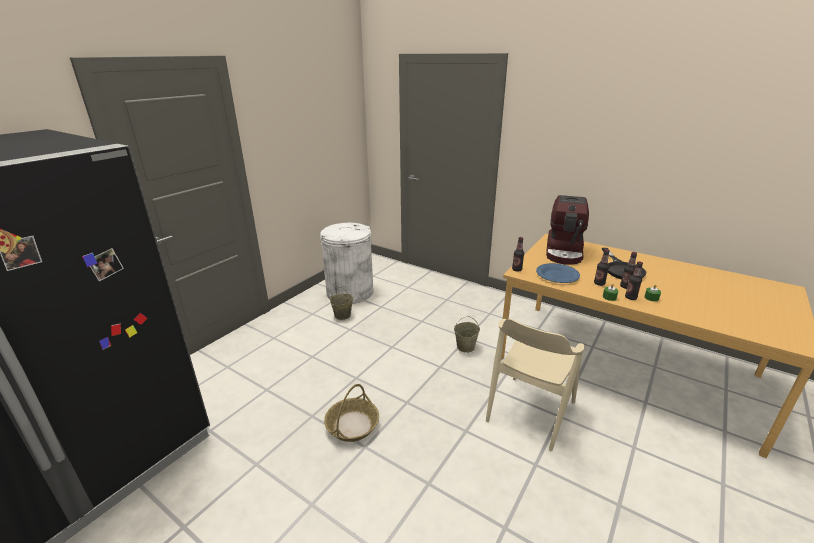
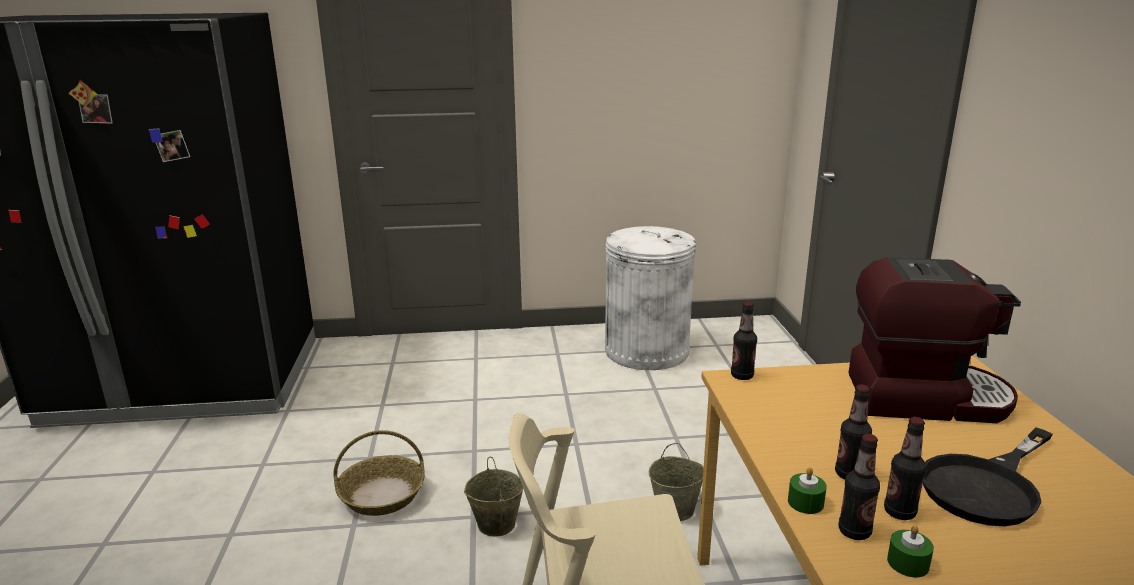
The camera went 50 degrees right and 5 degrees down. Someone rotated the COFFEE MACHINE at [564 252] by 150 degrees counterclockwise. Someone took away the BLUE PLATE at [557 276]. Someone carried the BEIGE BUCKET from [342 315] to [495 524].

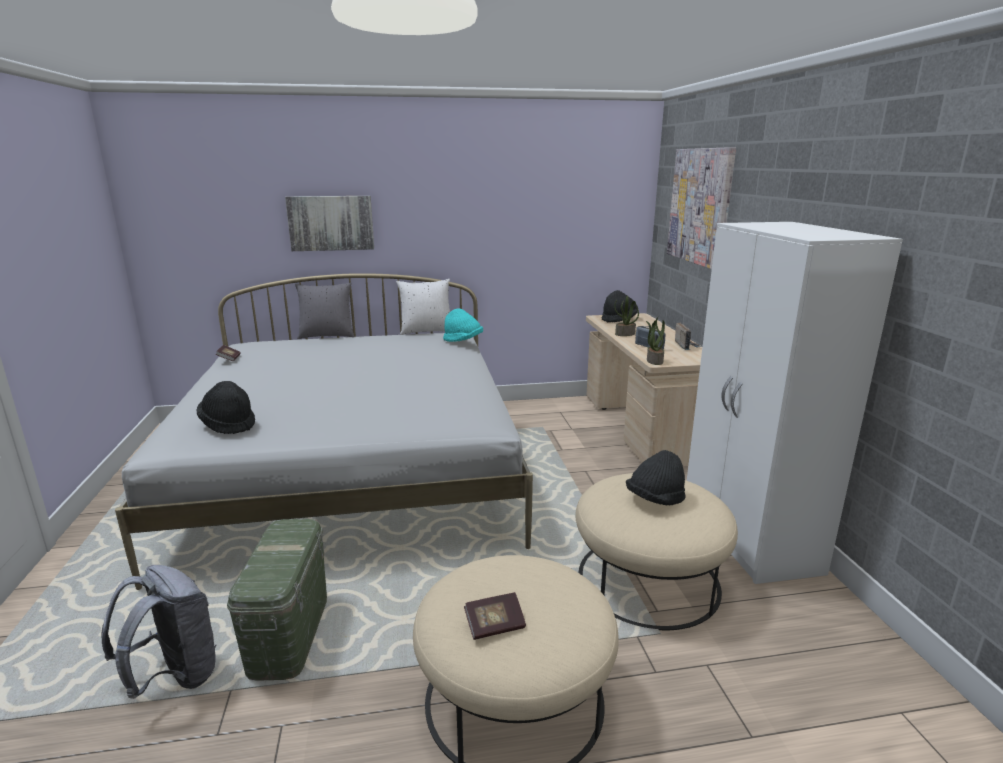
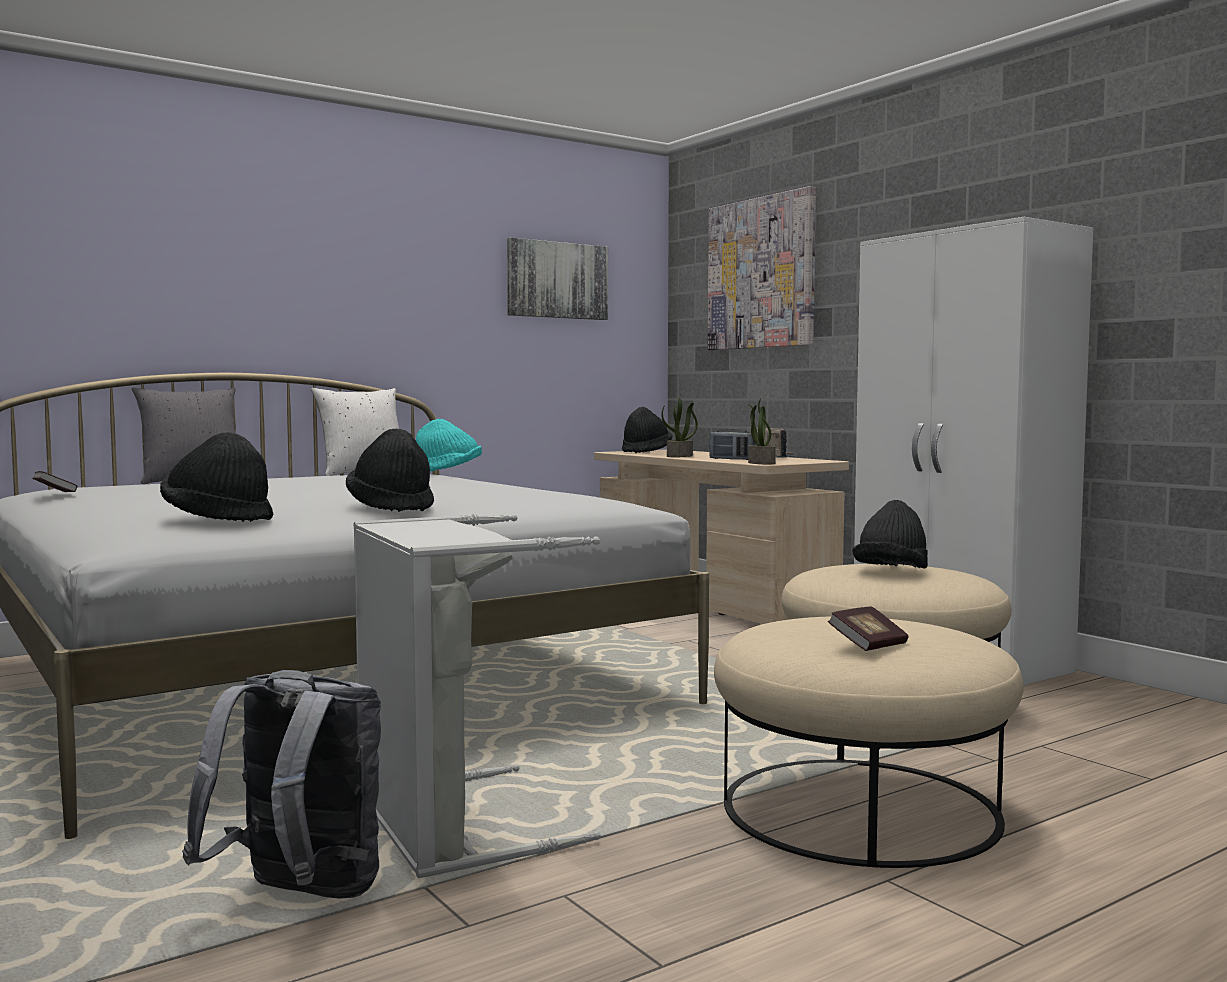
The camera went 25 degrees left and 15 degrees down. Someone carried the PICTURE from [331 223] to [557 280]. Someone swapped the GREEN STORAGE BOX at [289 633] for the GREY LAUNDRY BASKET at [445 825]. Someone put down the BLACK HAT at [392 508].

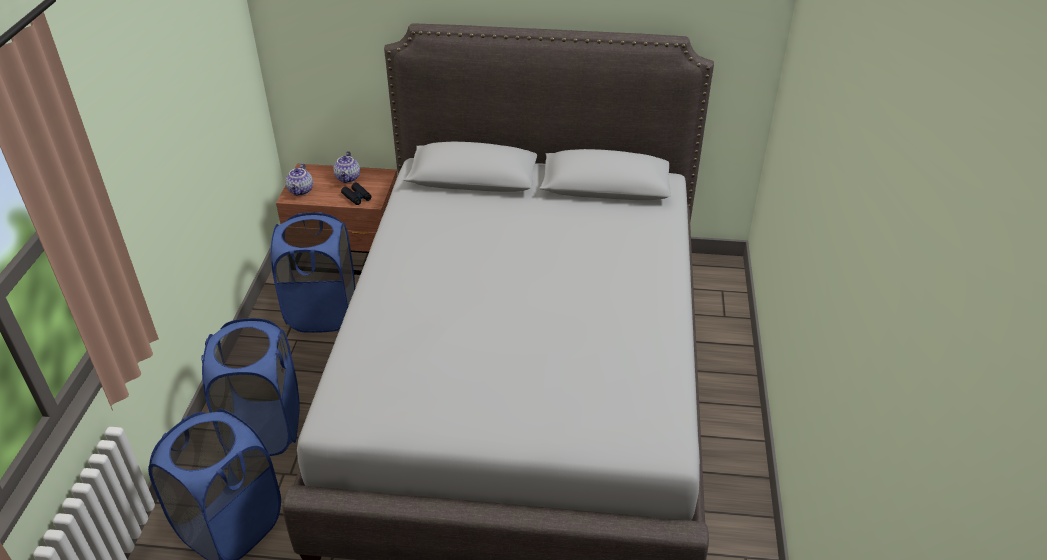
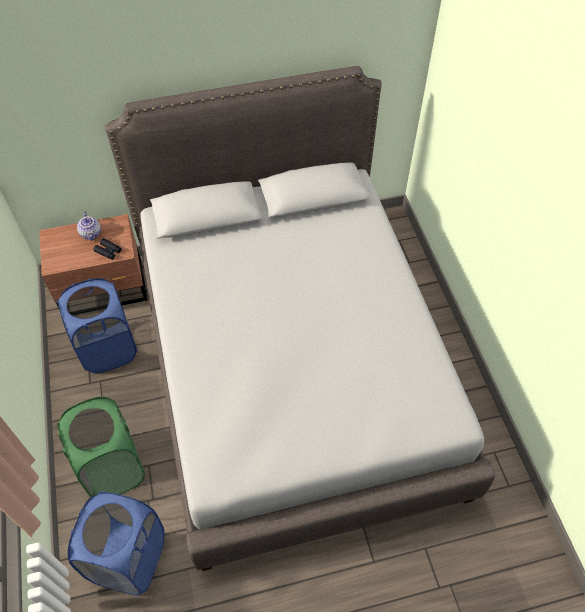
The camera went 20 degrees left and 15 degrees up. Someone took away the TEAPOT at [301 191]. Someone repainted the BLUE LAUNDRY BASKET at [264 429], which became the GREEN LAUNDRY BASKET at [113 468].

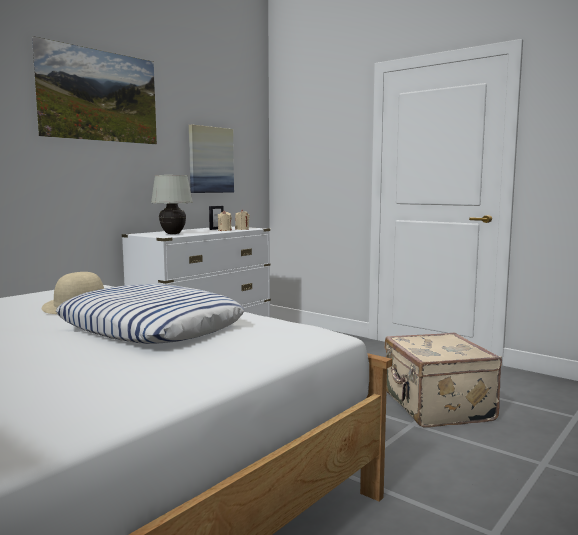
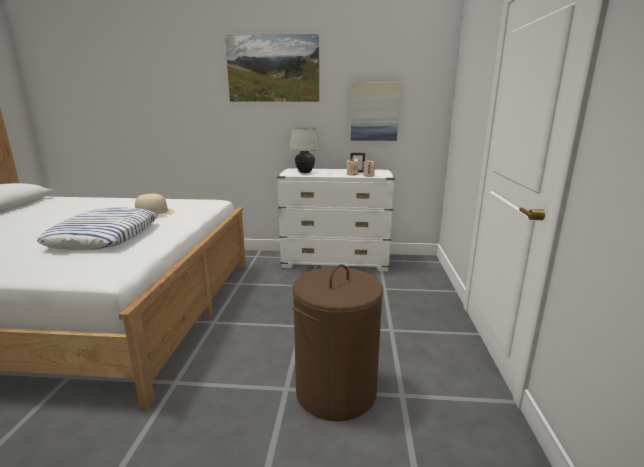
The camera went 55 degrees right and 10 degrees up. Someone swapped the BEIGE SUITCASE at [436 407] for the BROWN LAUNDRY BASKET at [336 391].

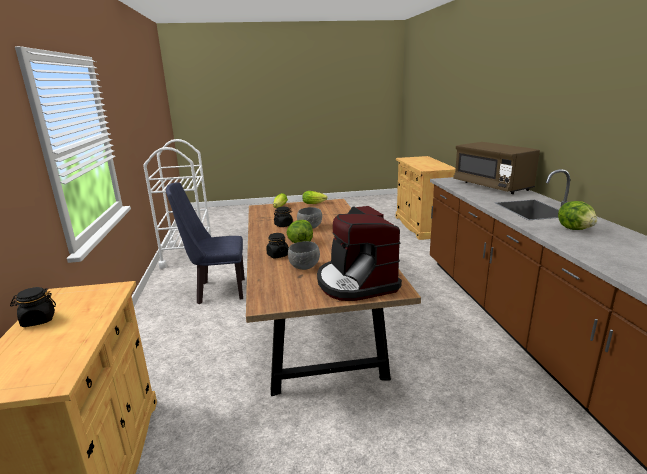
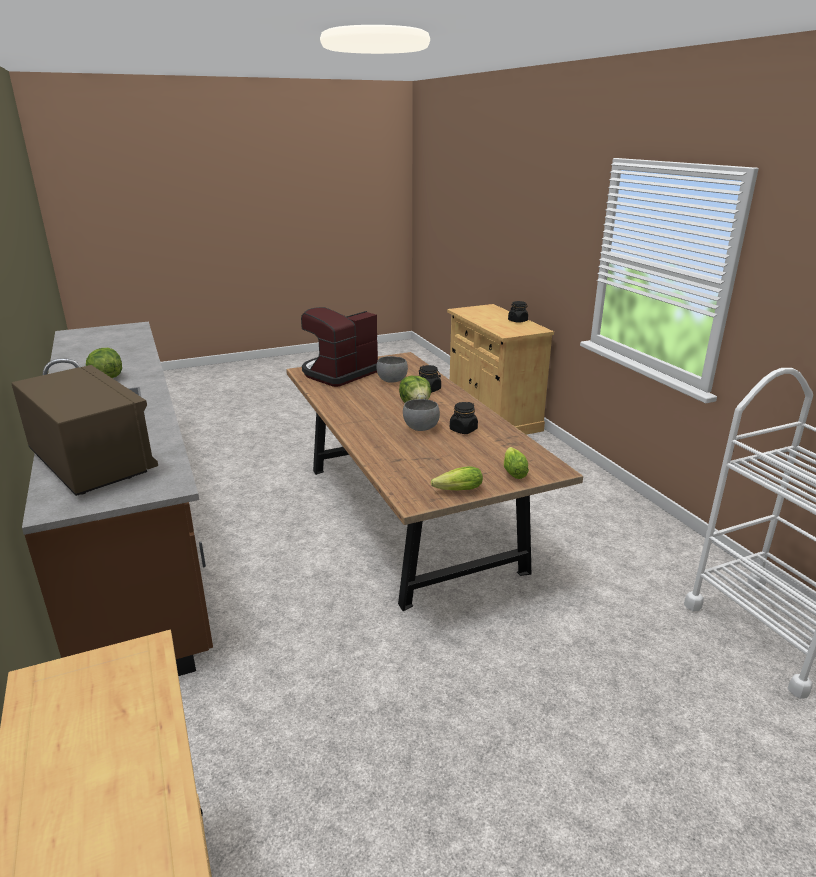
The camera went 165 degrees right and 5 degrees up. Someone took away the BLUE CHAIR at [216 291]. Someone rotated the COFFEE MACHINE at [356 282] by 105 degrees counterclockwise.

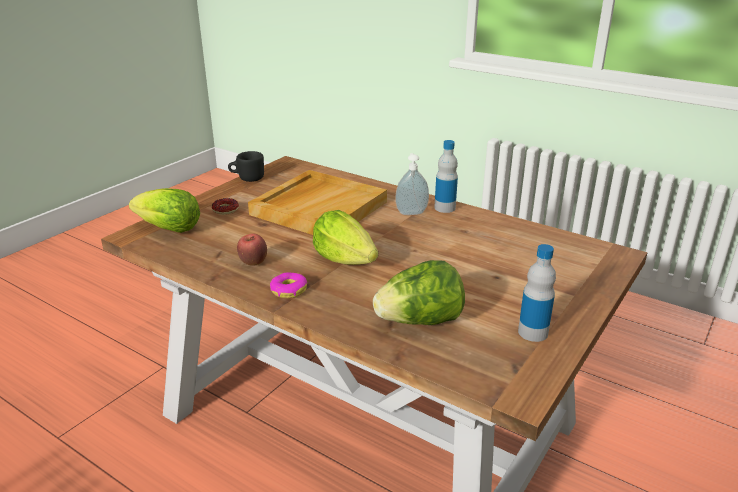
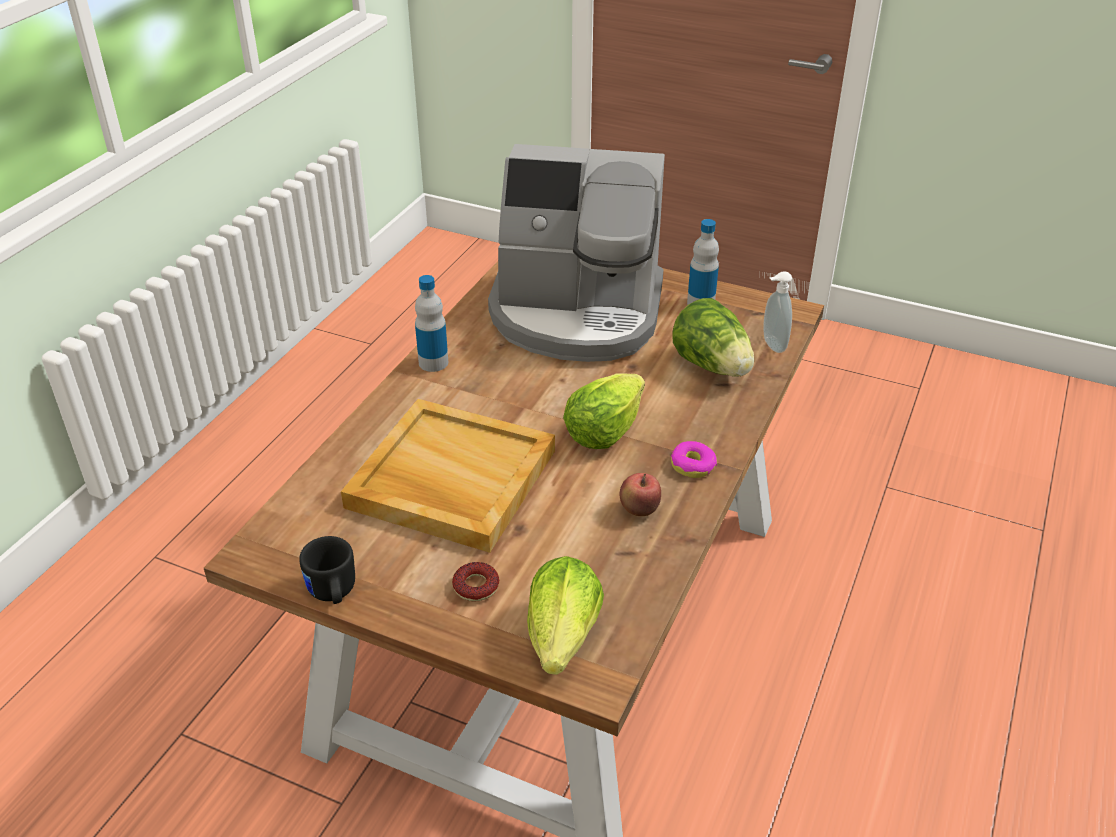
The camera went 100 degrees left and 10 degrees up. Someone carried the SOAP DISPENSER from [411 212] to [772 345]. Someone put down the COFFEE MACHINE at [577 314].

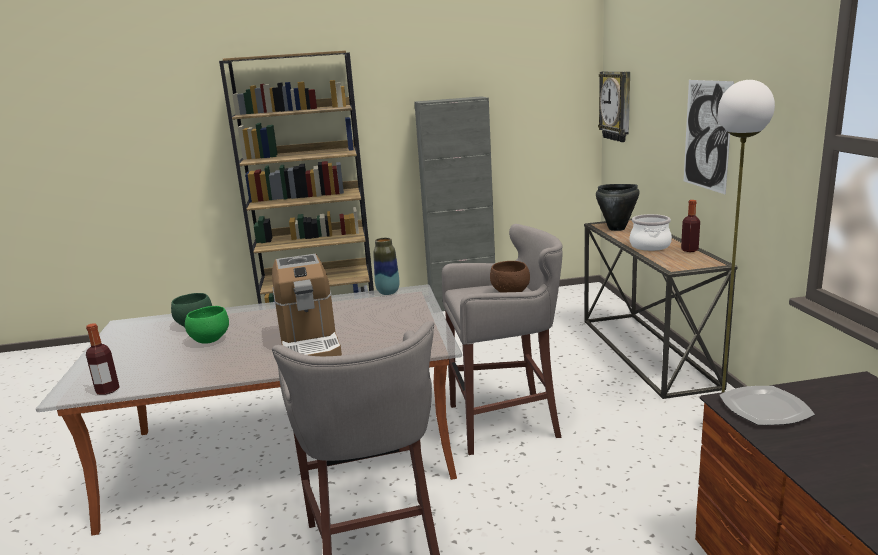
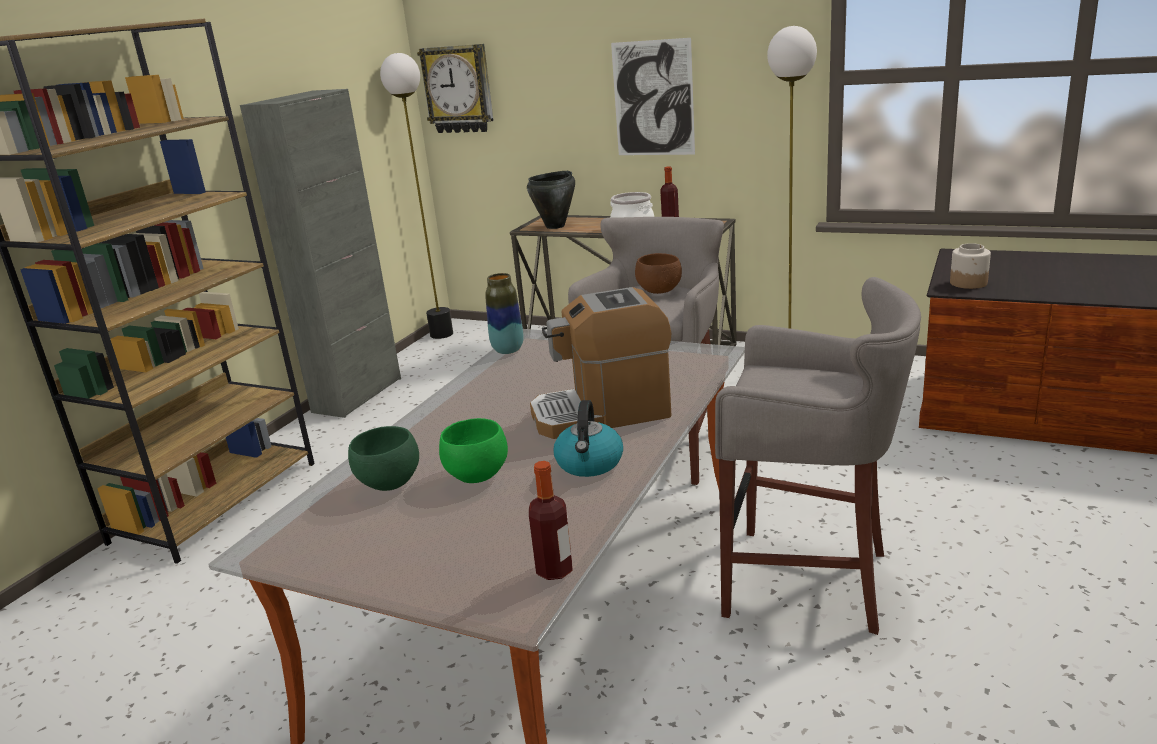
The camera went 55 degrees left and 5 degrees up. Someone rotated the COFFEE MACHINE at [309 344] by 150 degrees clockwise. Someone swapped the PLATE at [766 408] for the JAR at [968 283]. Someone put down the FLOOR LAMP at [441 334]. Someone put down the KETTLE at [589 464].

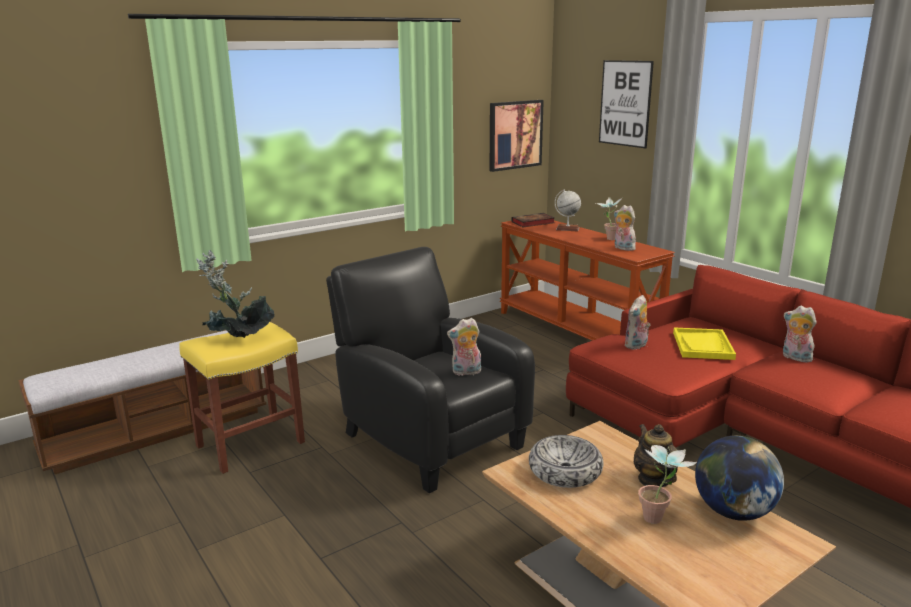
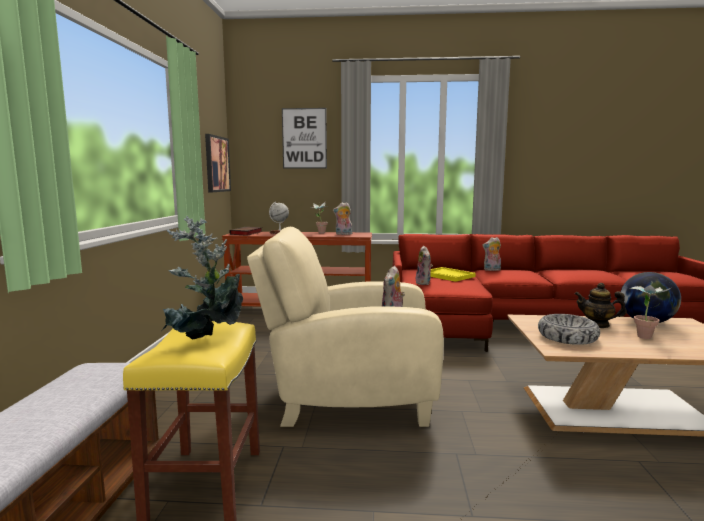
The camera went 50 degrees left and 10 degrees down. Someone repainted the BLACK ARMCHAIR at [428 437], which became the BEIGE ARMCHAIR at [348 397].

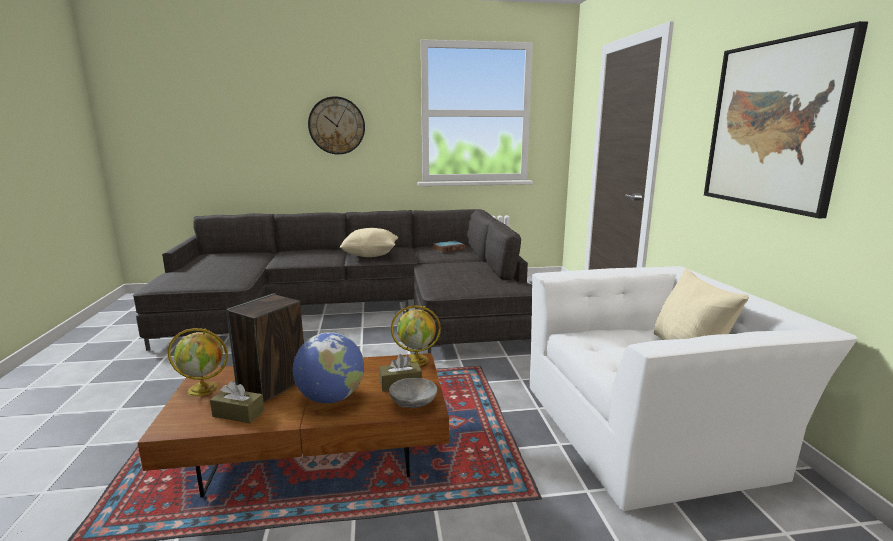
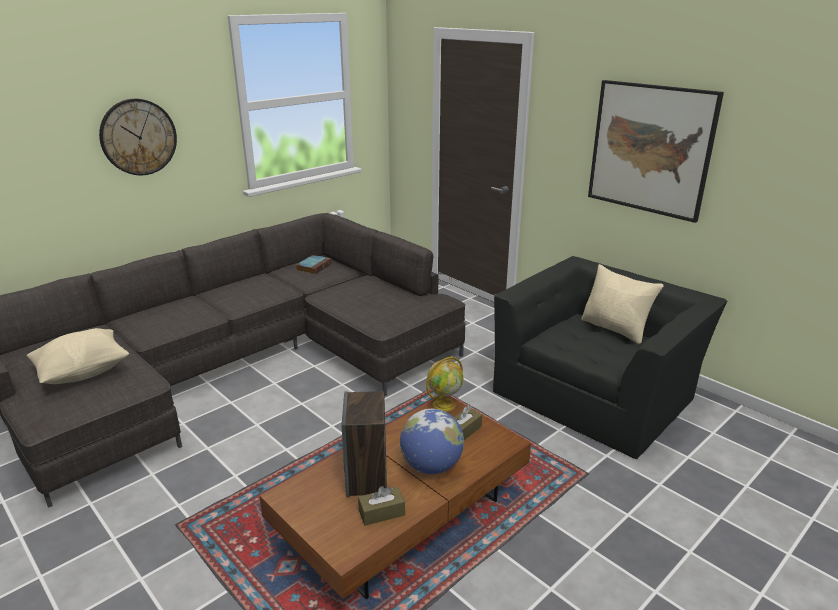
The camera went 35 degrees left and 10 degrees up. Someone carried the BEIGE PILLOW from [370 255] to [83 372]. Someone repainted the WHITE ARMCHAIR at [651 426], which became the BLACK ARMCHAIR at [596 392]. Someone took away the GLOBE at [204 389]. Someone took away the GREY BOWL at [414 405].

